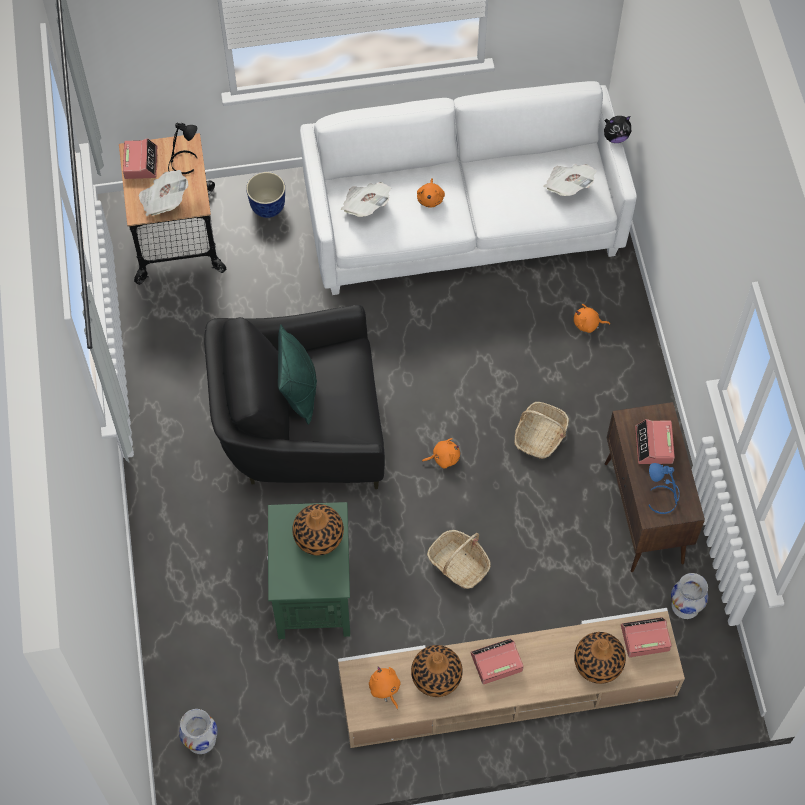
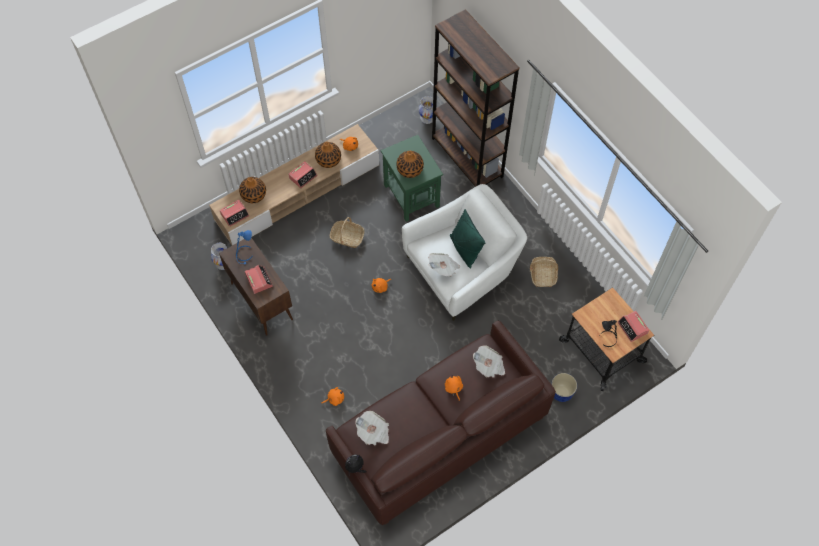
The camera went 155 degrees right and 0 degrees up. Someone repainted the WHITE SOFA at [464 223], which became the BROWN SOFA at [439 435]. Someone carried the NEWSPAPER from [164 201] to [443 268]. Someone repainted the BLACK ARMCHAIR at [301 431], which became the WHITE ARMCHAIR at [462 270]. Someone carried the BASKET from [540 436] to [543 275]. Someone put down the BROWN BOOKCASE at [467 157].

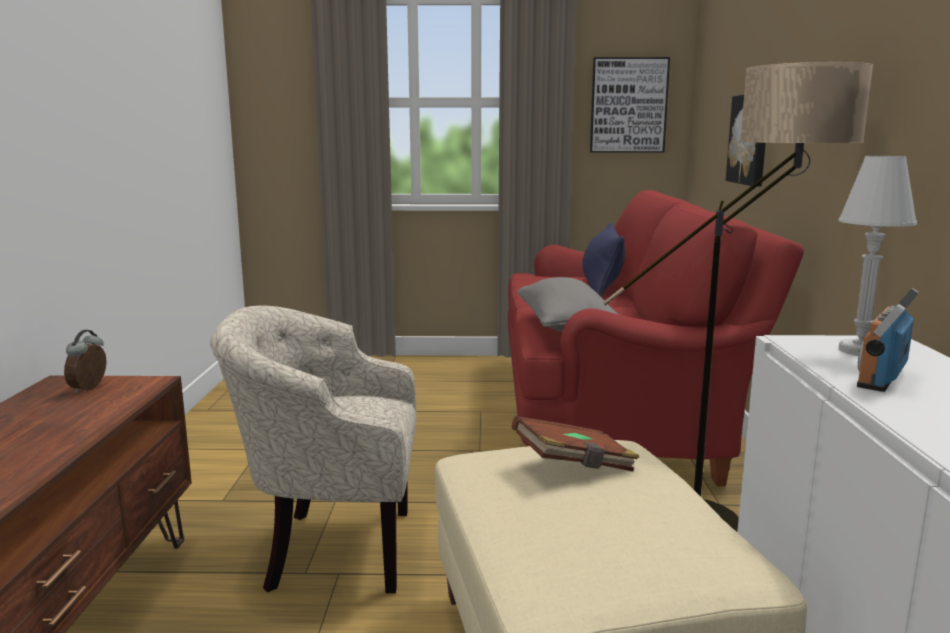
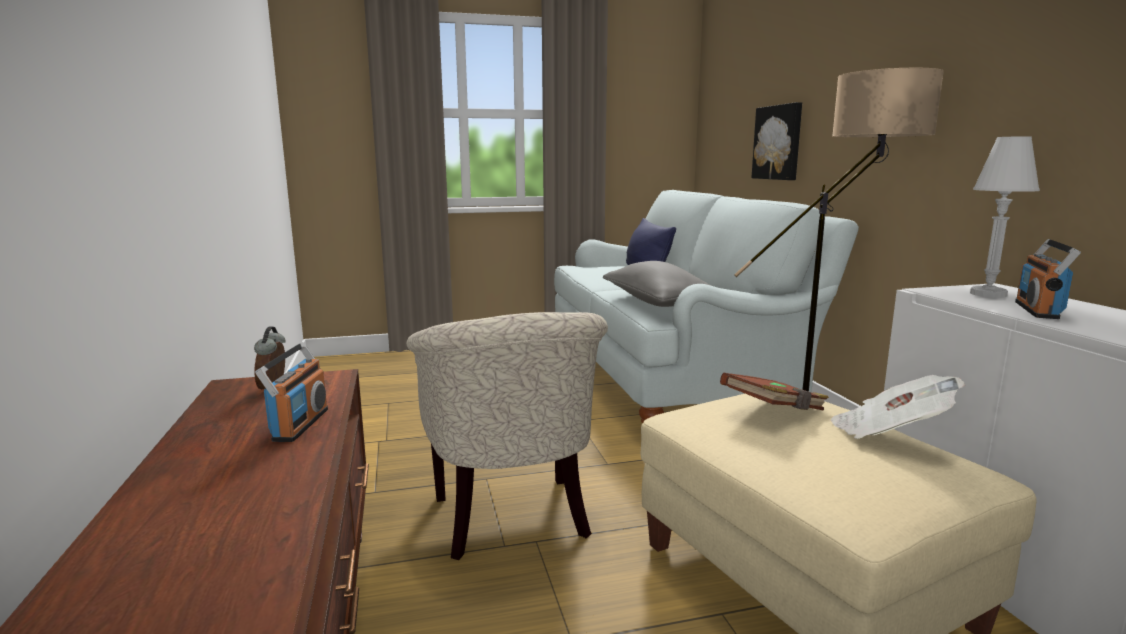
The camera went 15 degrees left and 0 degrees up. Someone took away the PICTURE at [628 105]. Someone repainted the RED SOFA at [614 410], which became the WHITE SOFA at [671 376]. Someone rotated the BEIGE ARMCHAIR at [331 549] by 90 degrees counterclockwise. Someone put down the RADIO at [300 424]. Someone put down the NEWSPAPER at [889 433].

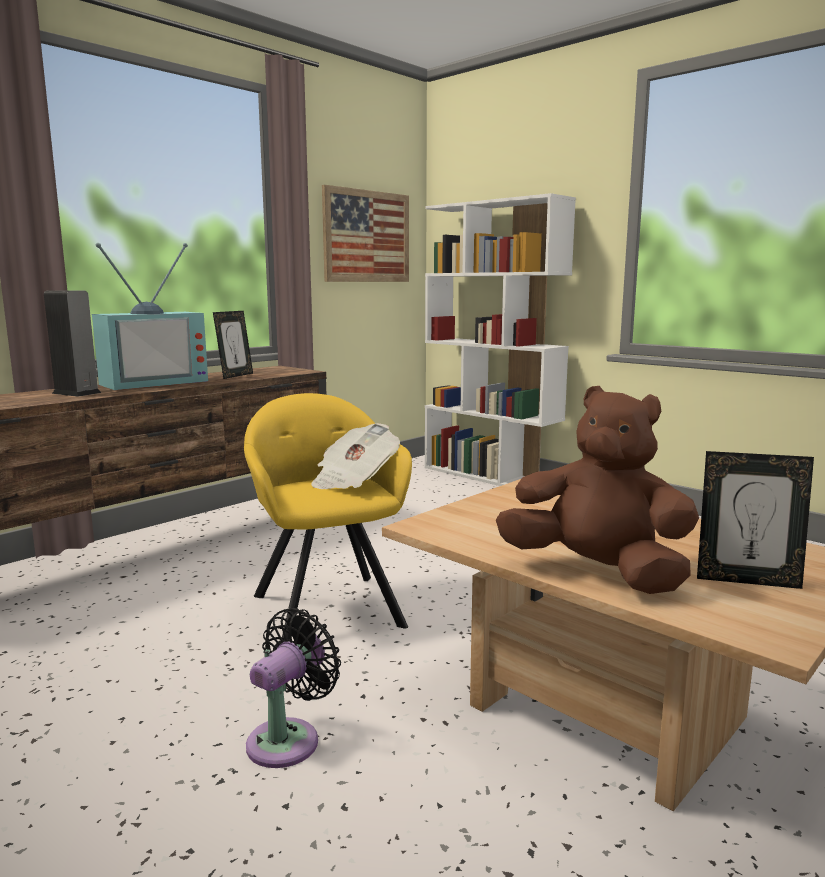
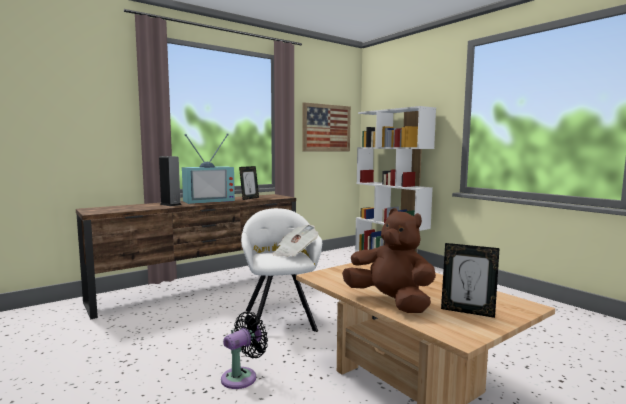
The camera went 10 degrees right and 5 degrees down. Someone repainted the YELLOW ARMCHAIR at [327 606], which became the WHITE ARMCHAIR at [280 317].

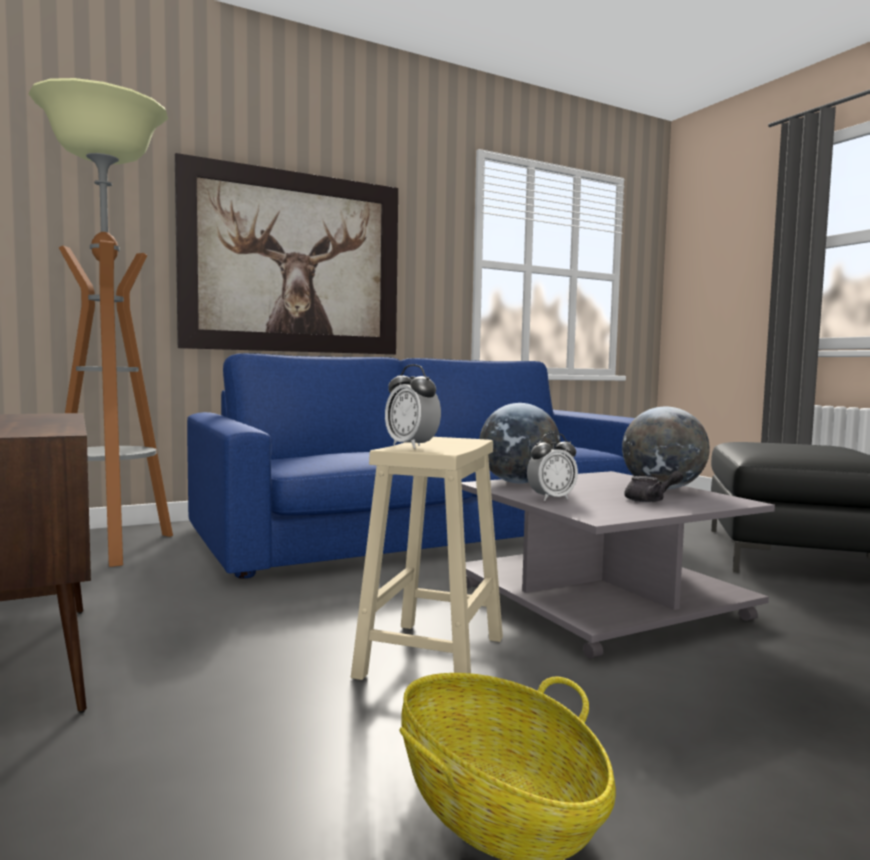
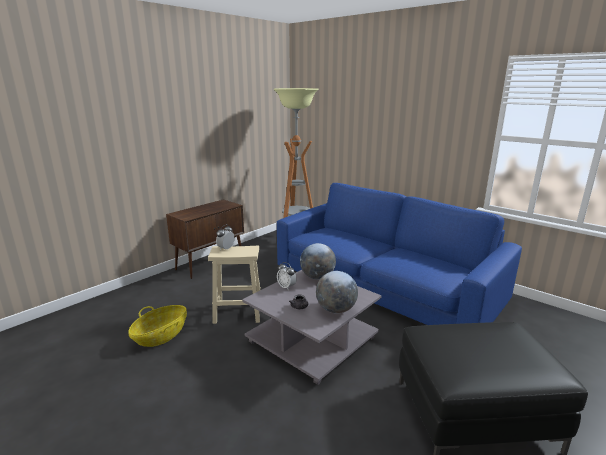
The camera went 70 degrees right and 15 degrees up. Someone took away the PICTURE at [293 263].

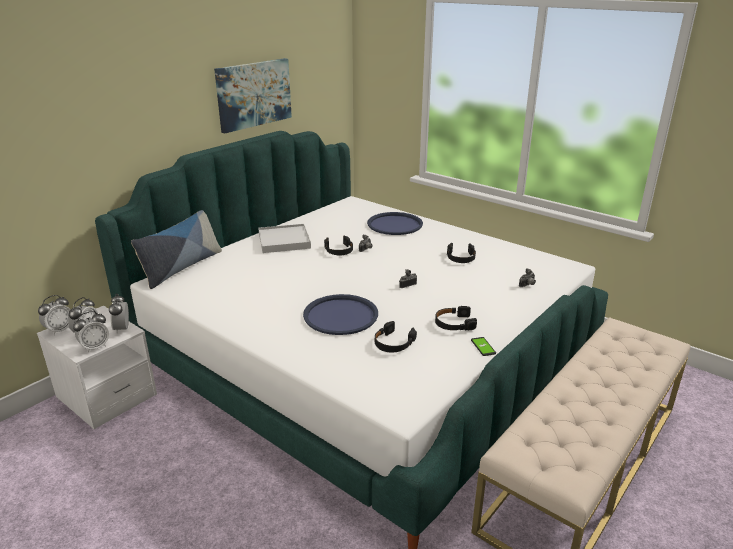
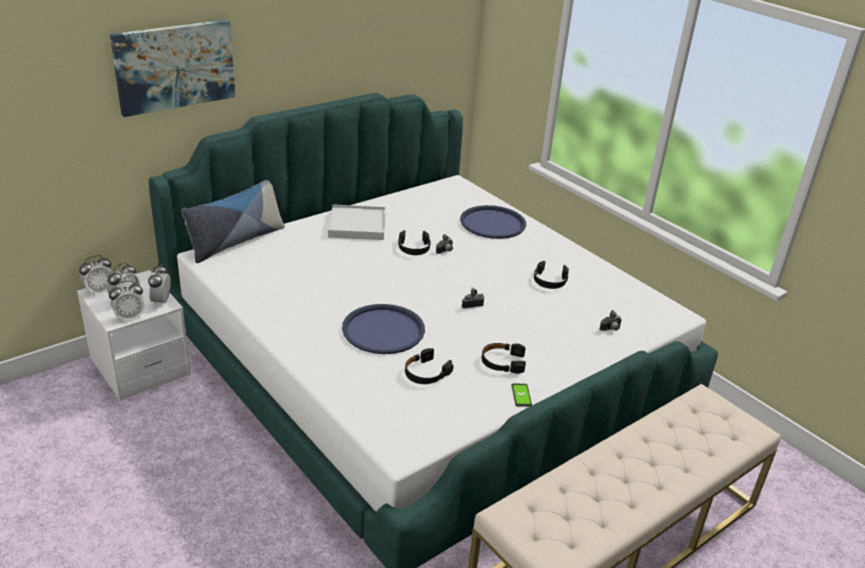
The camera went 10 degrees right and 5 degrees up. Someone carried the PICTURE from [253 94] to [174 66].

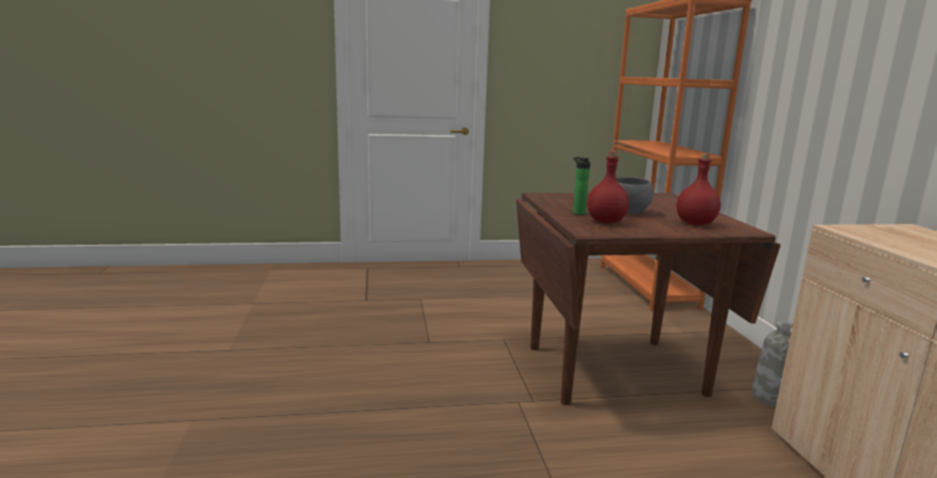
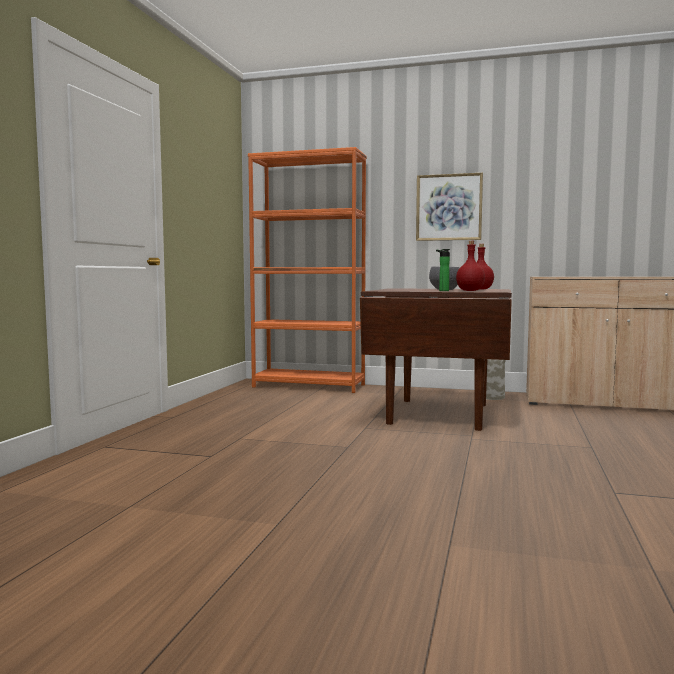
The camera went 65 degrees left and 10 degrees down. Someone put up the PICTURE at [449 207].

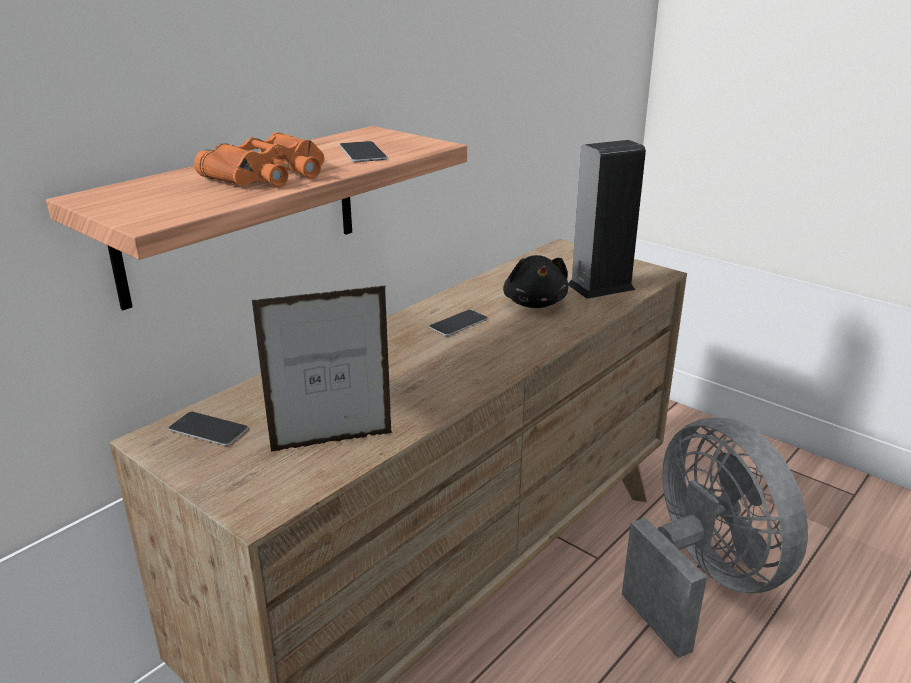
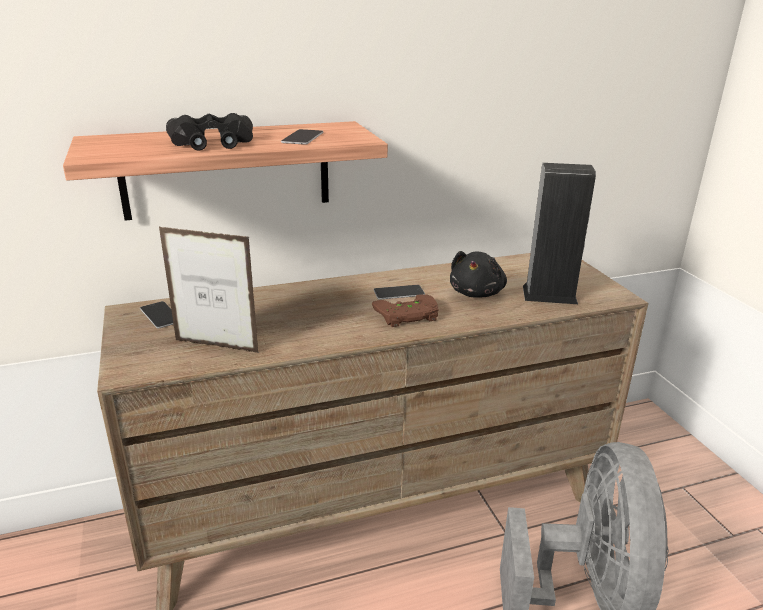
The camera went 30 degrees right and 0 degrees up. Someone repainted the ORANGE BINOCULARS at [270 175], which became the BLACK BINOCULARS at [212 142]. Someone put down the BROWN GAME CONTROLLER at [407 316].

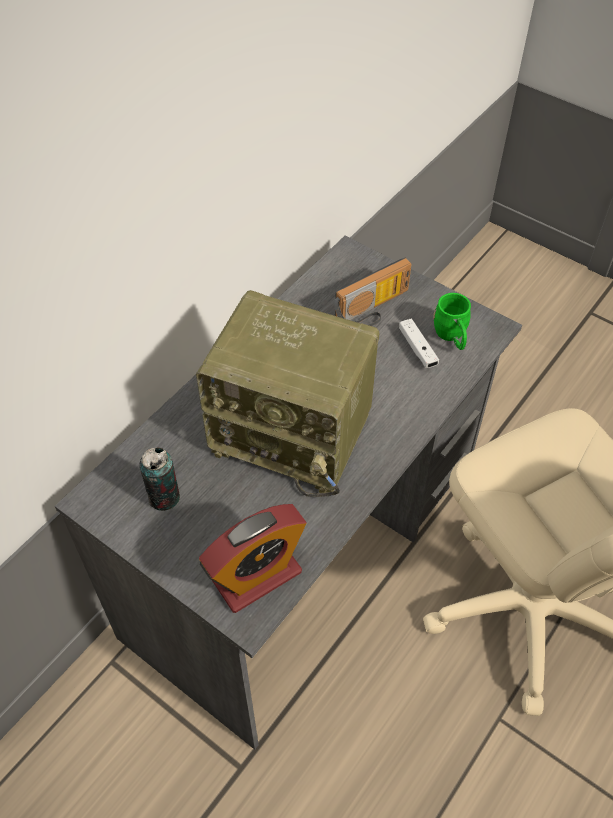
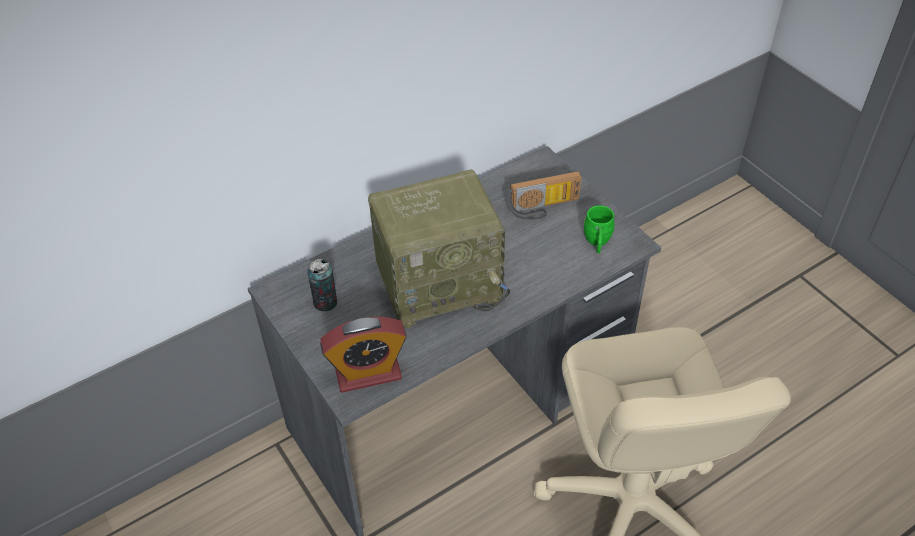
The camera went 20 degrees right and 5 degrees down. Someone rotated the RADIO at [294 432] by 60 degrees counterclockwise. Someone took away the WHITE GAME CONTROLLER at [417 348].

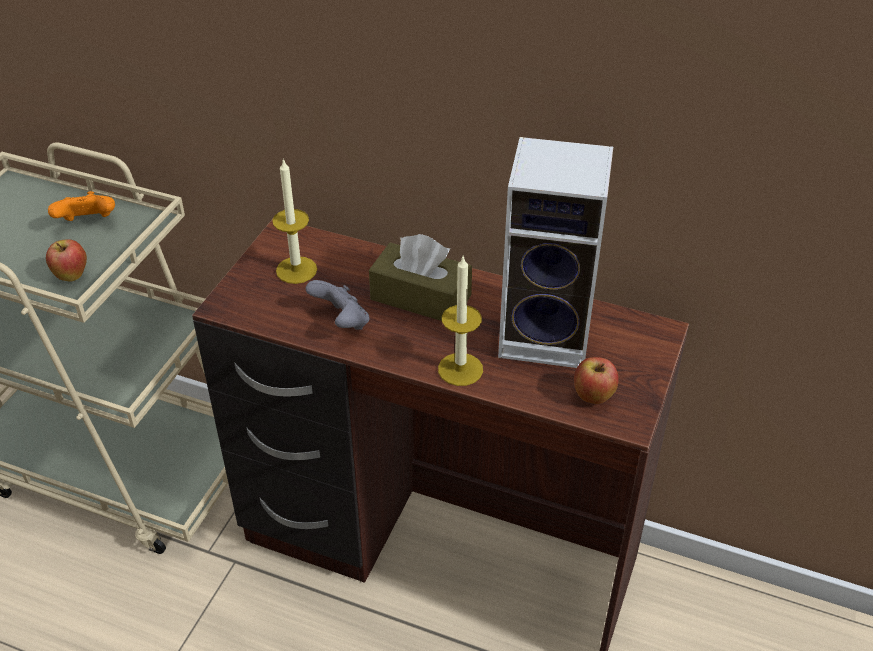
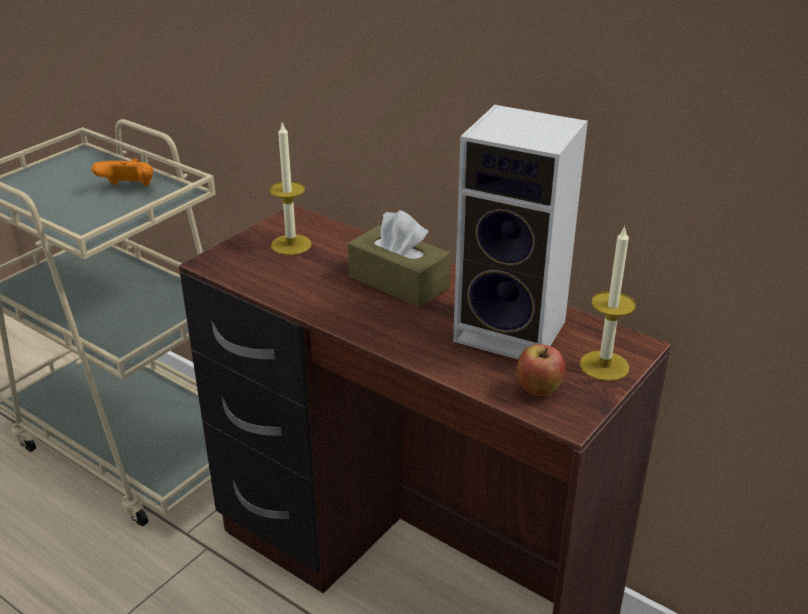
The camera went 15 degrees right and 10 degrees down. Someone took away the APPLE at [72 276]. Someone carried the CANDLE from [460 369] to [604 366]. Someone took away the GREY GAME CONTROLLER at [341 322].

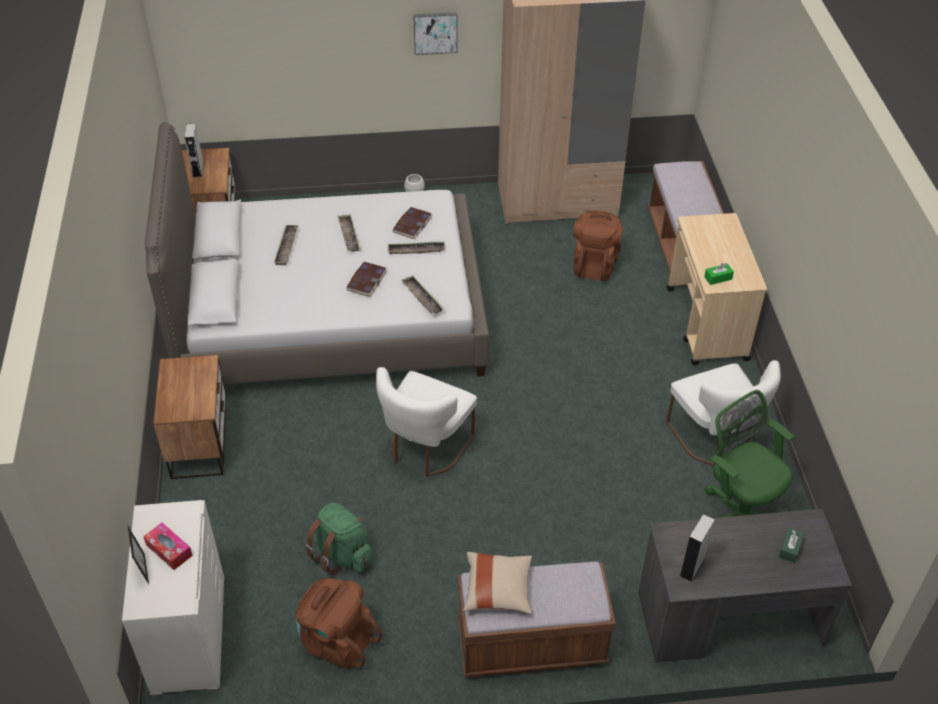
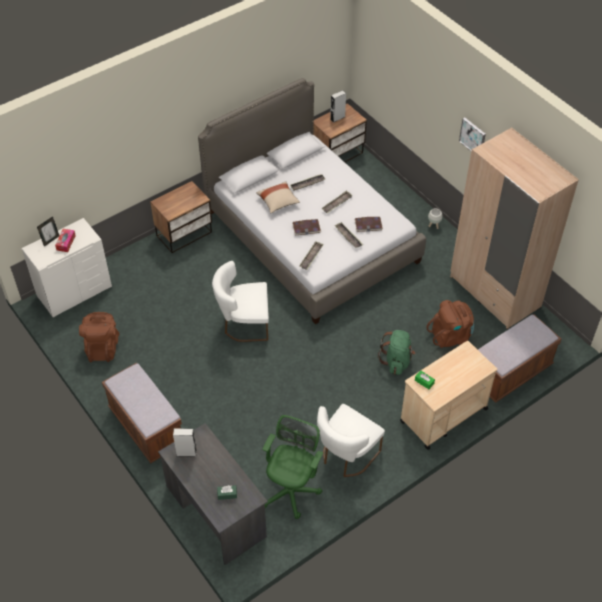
The camera went 60 degrees right and 5 degrees up. Someone carried the GREEN BACKPACK from [342 554] to [396 361]. Someone carried the BEIGE PILLOW from [497 590] to [278 202].

